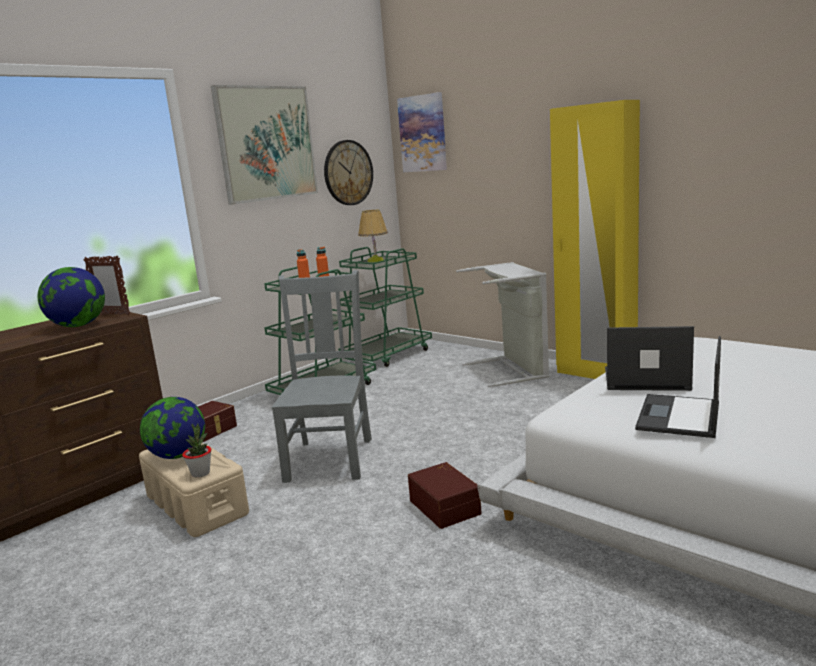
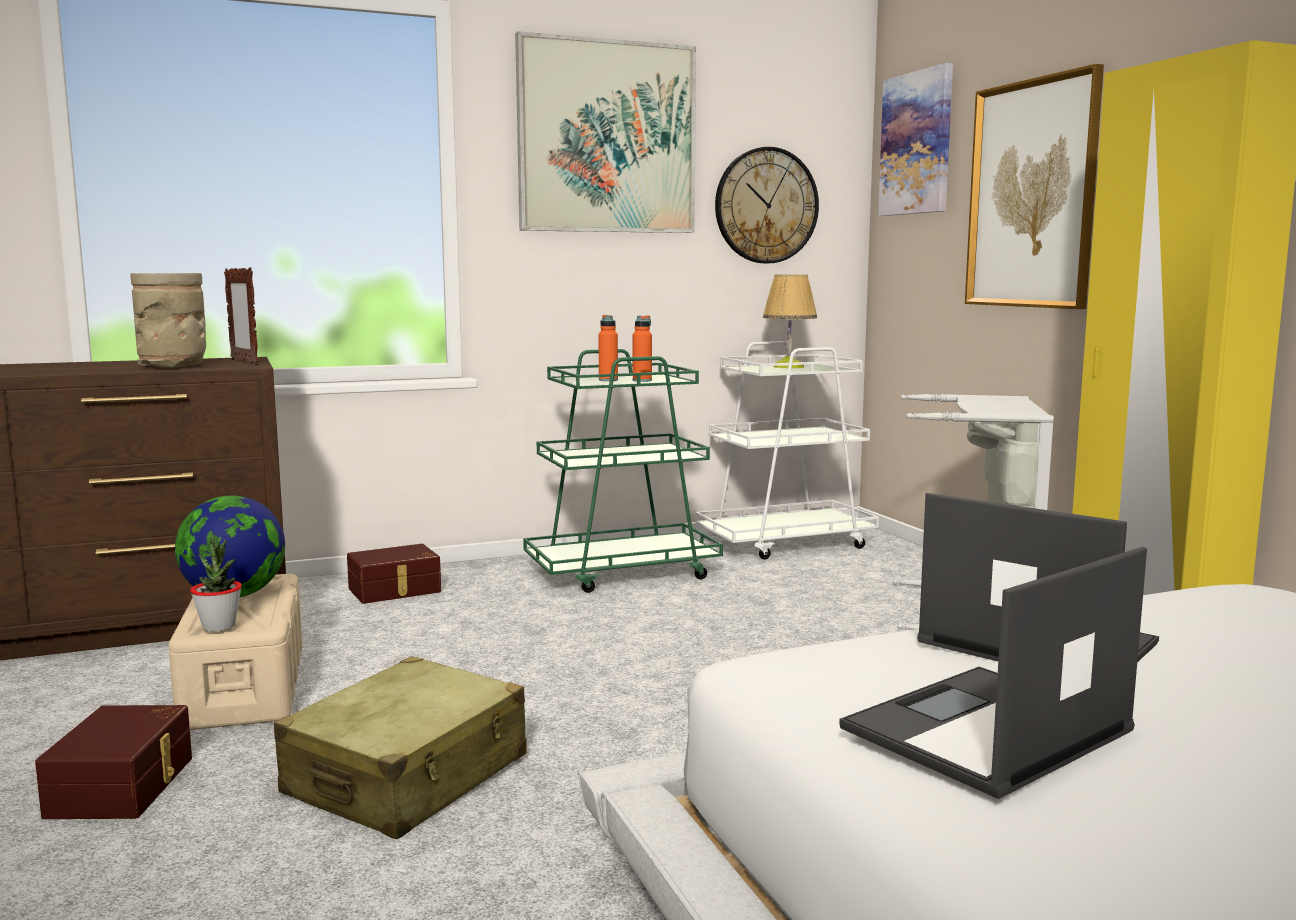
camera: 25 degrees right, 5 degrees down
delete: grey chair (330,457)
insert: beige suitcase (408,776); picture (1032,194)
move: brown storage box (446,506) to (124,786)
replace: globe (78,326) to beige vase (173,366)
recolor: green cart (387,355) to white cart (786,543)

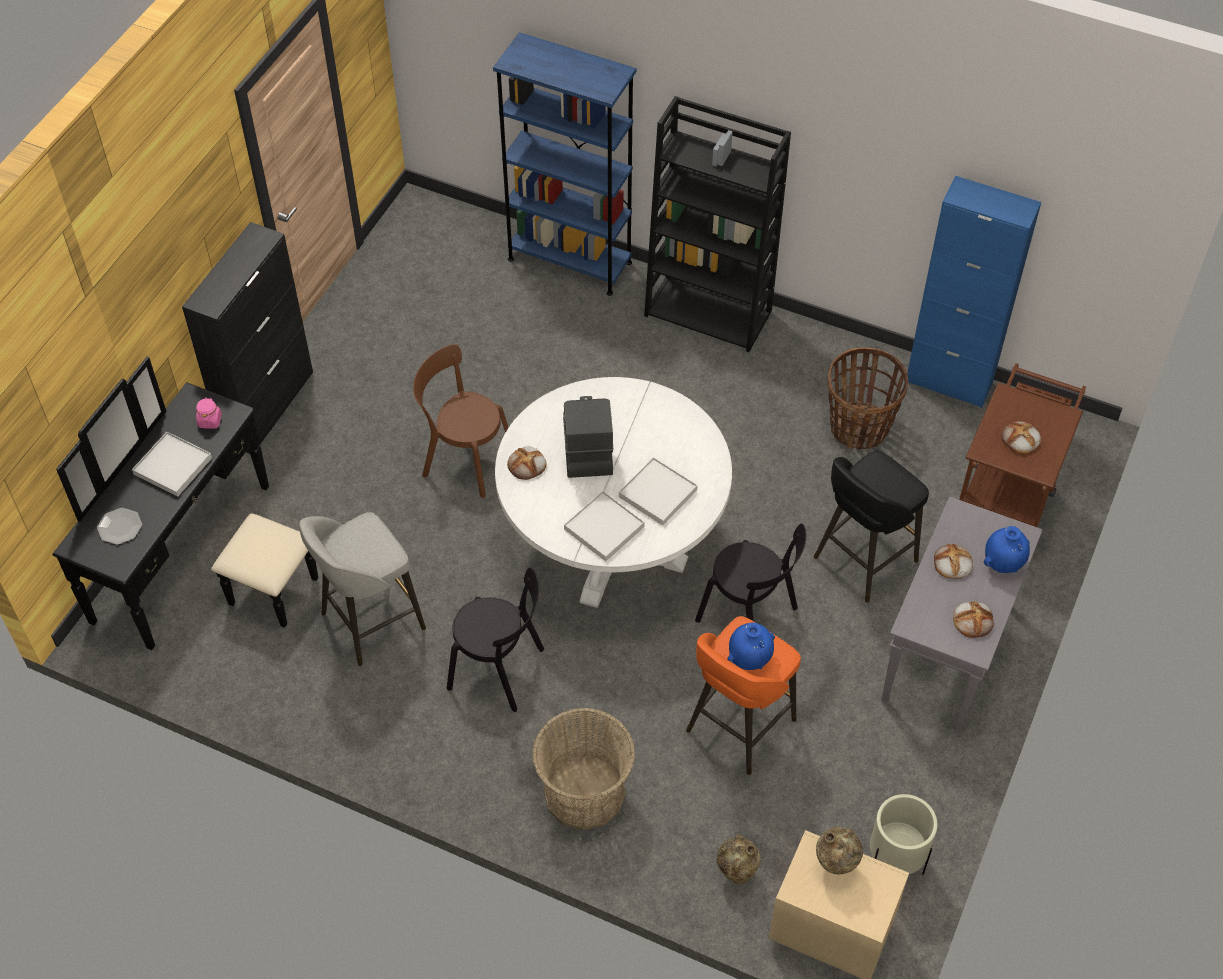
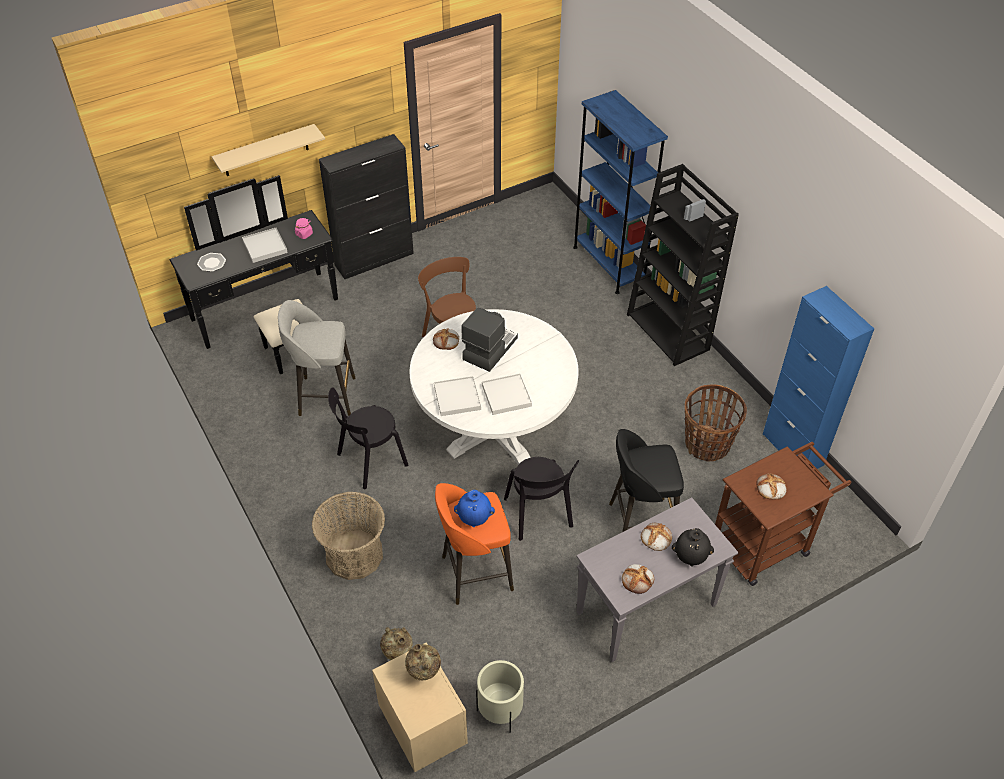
camera: 35 degrees right, 5 degrees down
insert: beige shelf (265,151)
recolor: blue vase (1003,563) to black vase (690,557)
rotate: black chair (500,670) = (369,461) 90 degrees clockwise

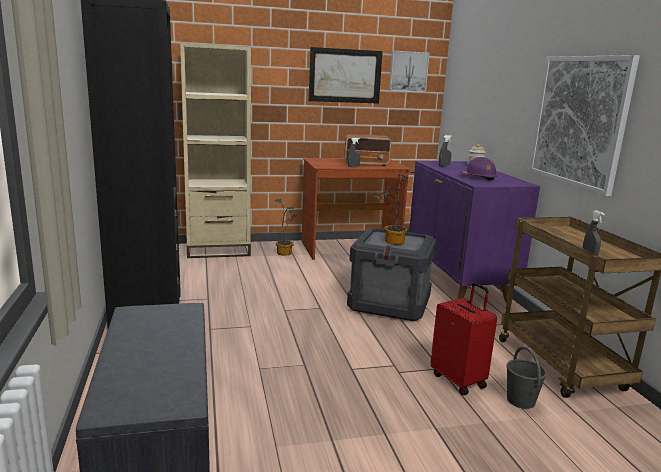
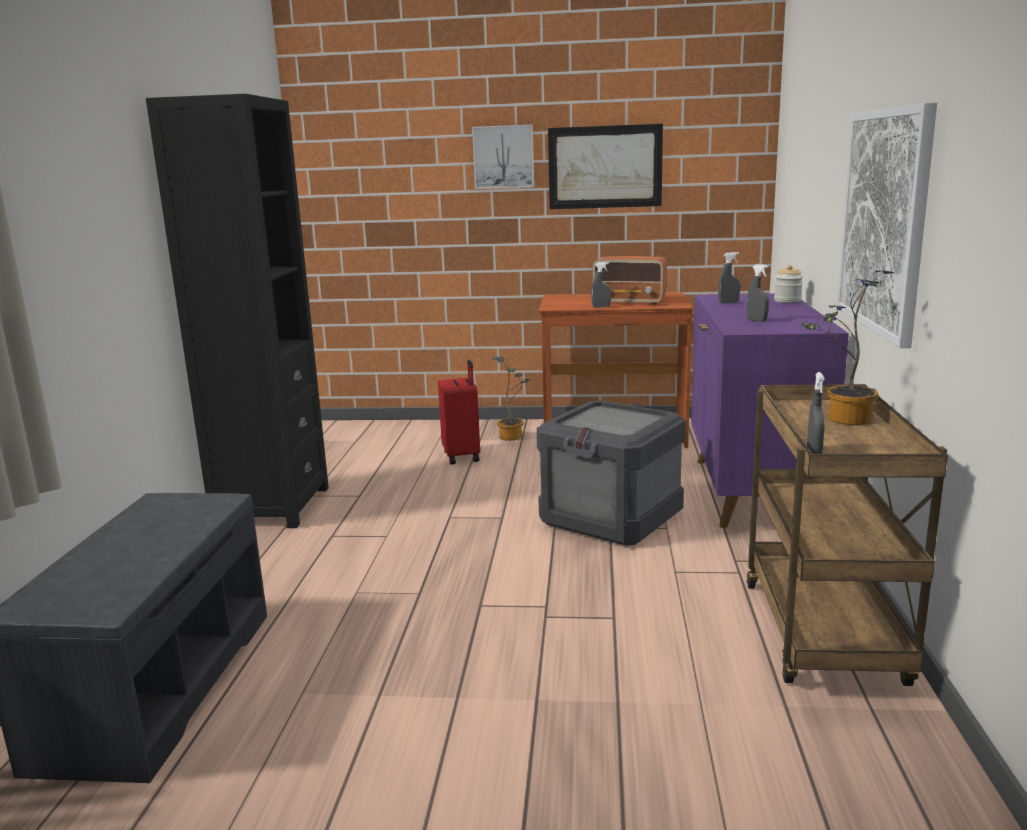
camera: 20 degrees right, 0 degrees up
delete: beige bookcase (218,250); grey bucket (521,401)
move: potted plant (391,242) to (843,419); picture (408,71) to (503,157); red suitcase (459,380) to (462,456)
replace: purple hard hat (478,178) to grey spray bottle (757,320)

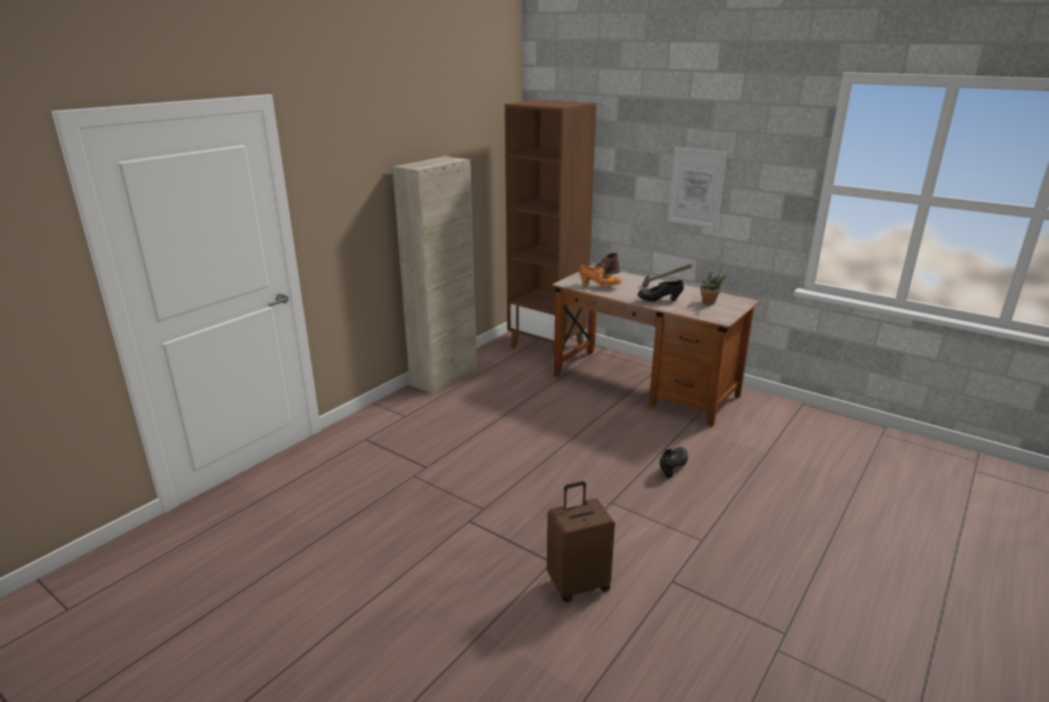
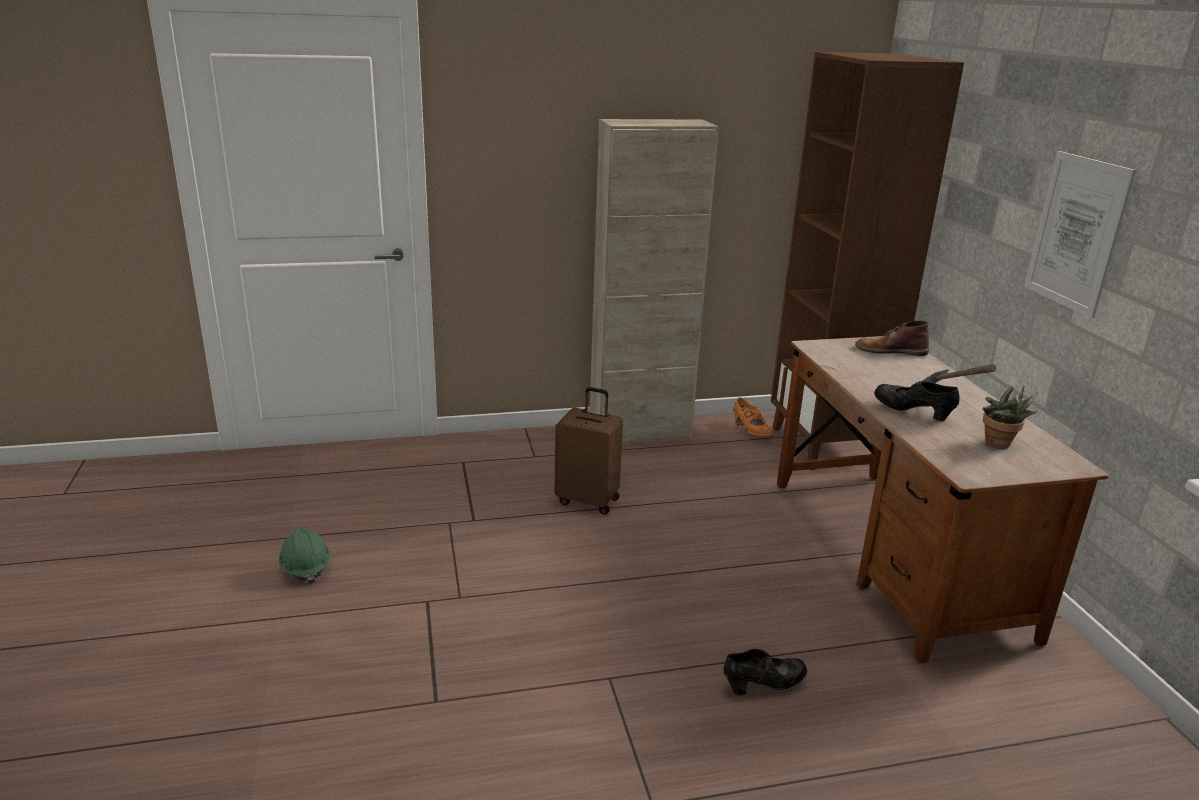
camera: 40 degrees right, 0 degrees up
insert: green hard hat (305,568)
move: brown suitcase (578,584) to (588,500); orange shoe (599,286) to (751,431)

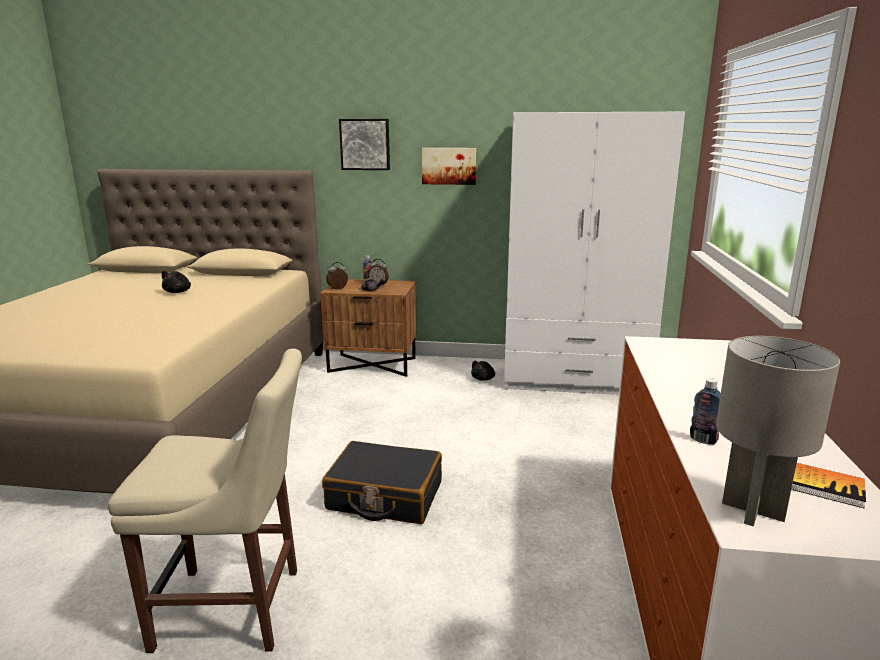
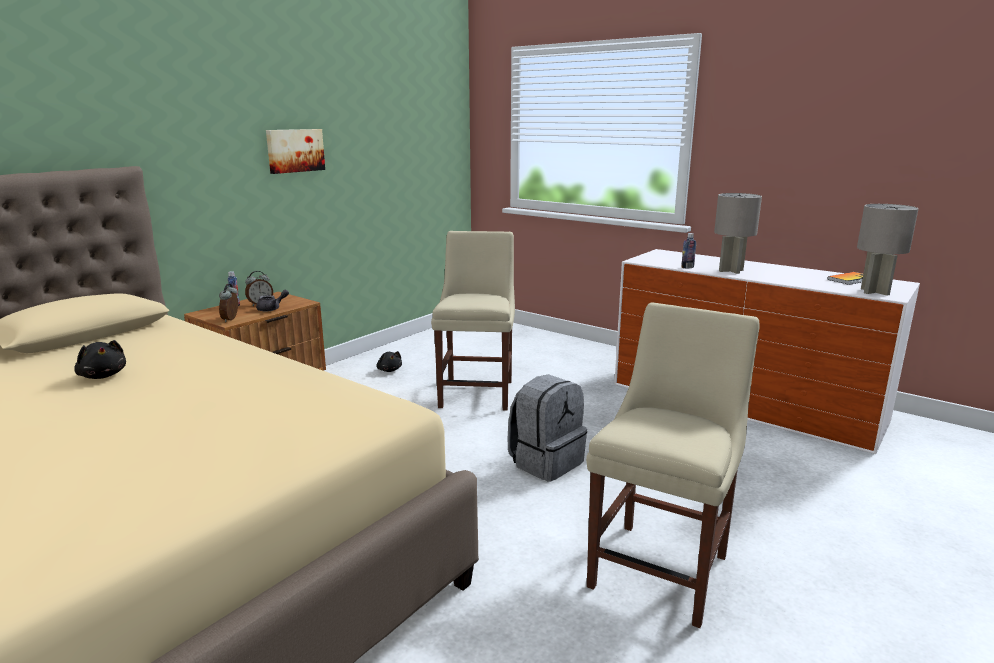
camera: 60 degrees left, 0 degrees up
delete: picture (365,144); white wardrobe (574,378)
insert: beige chair (477,392); grey table lamp (731,270)
move: bottle (703,440) to (687,267)
replace: black suitcase (384,496) to grey backpack (546,462)

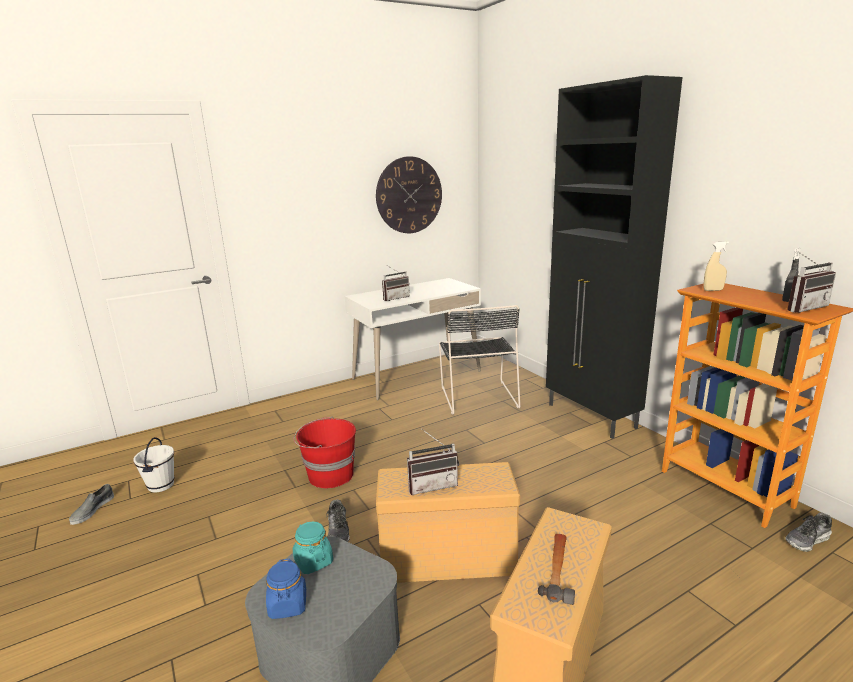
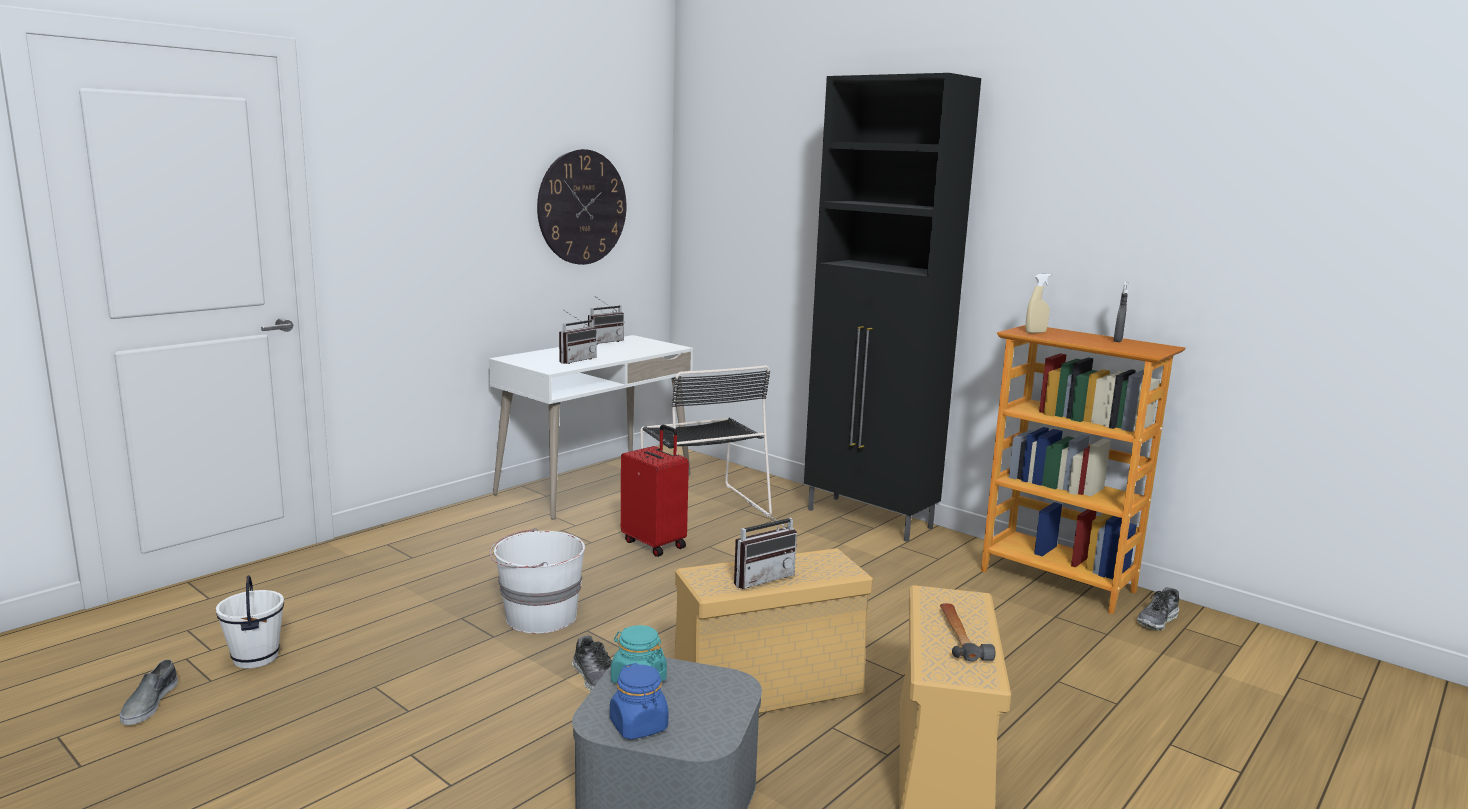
camera: 20 degrees left, 5 degrees down
insert: red suitcase (655,544)
move: radio (802,307) to (603,342)
recolor: red bucket (330,475) to white bucket (539,617)

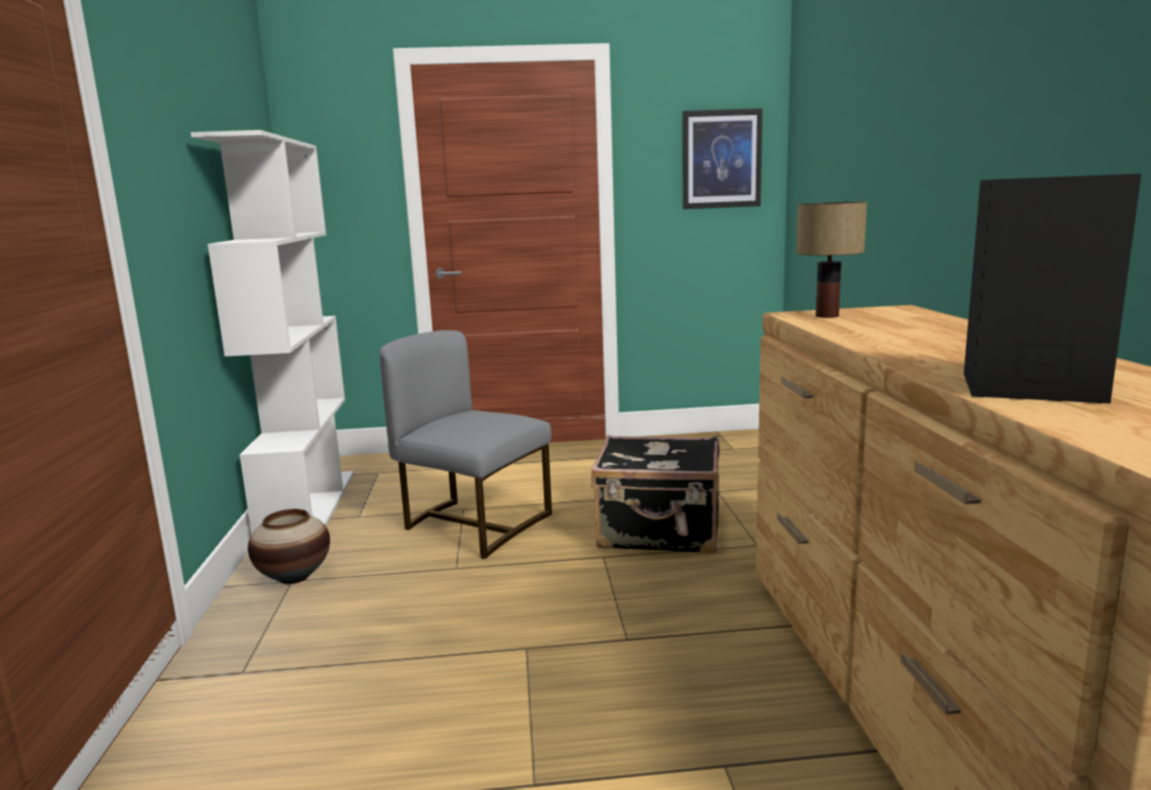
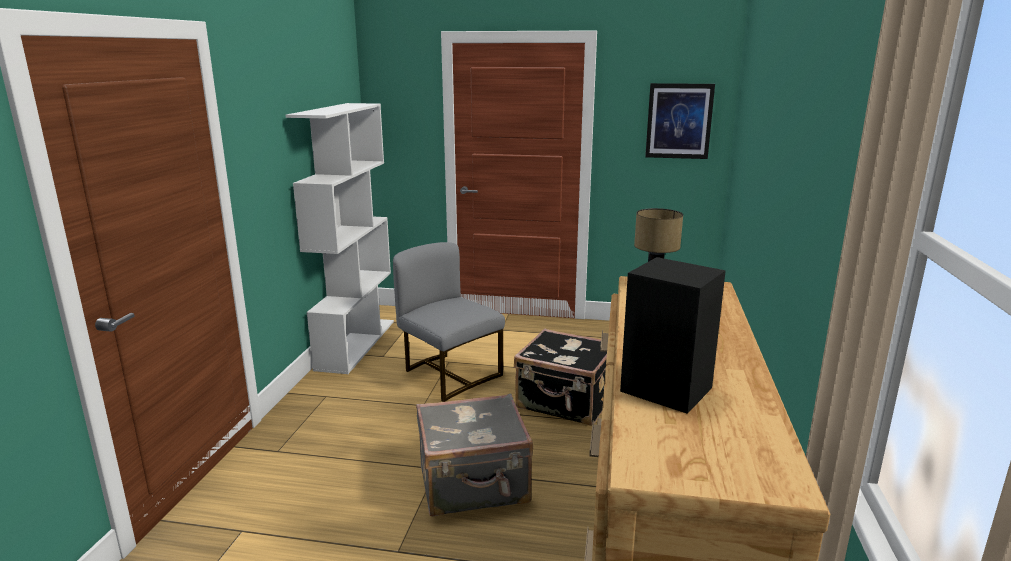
camera: 15 degrees right, 5 degrees up
delete: vase (294,577)
insert: grey suitcase (474,485)

